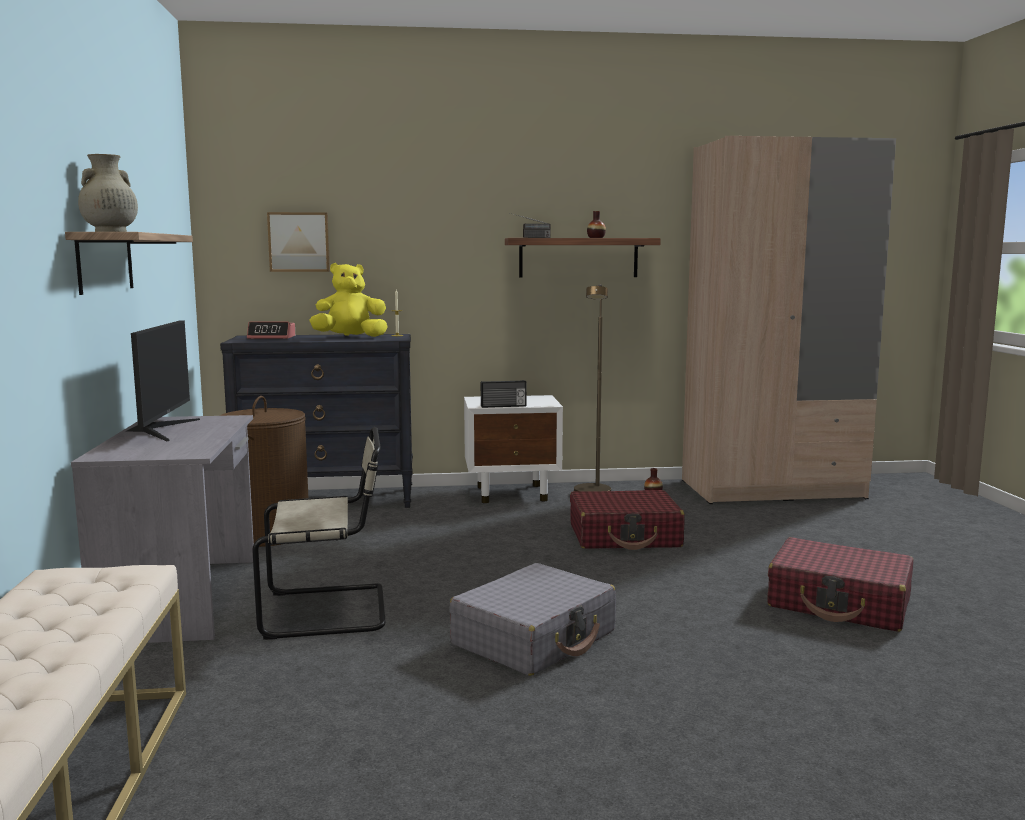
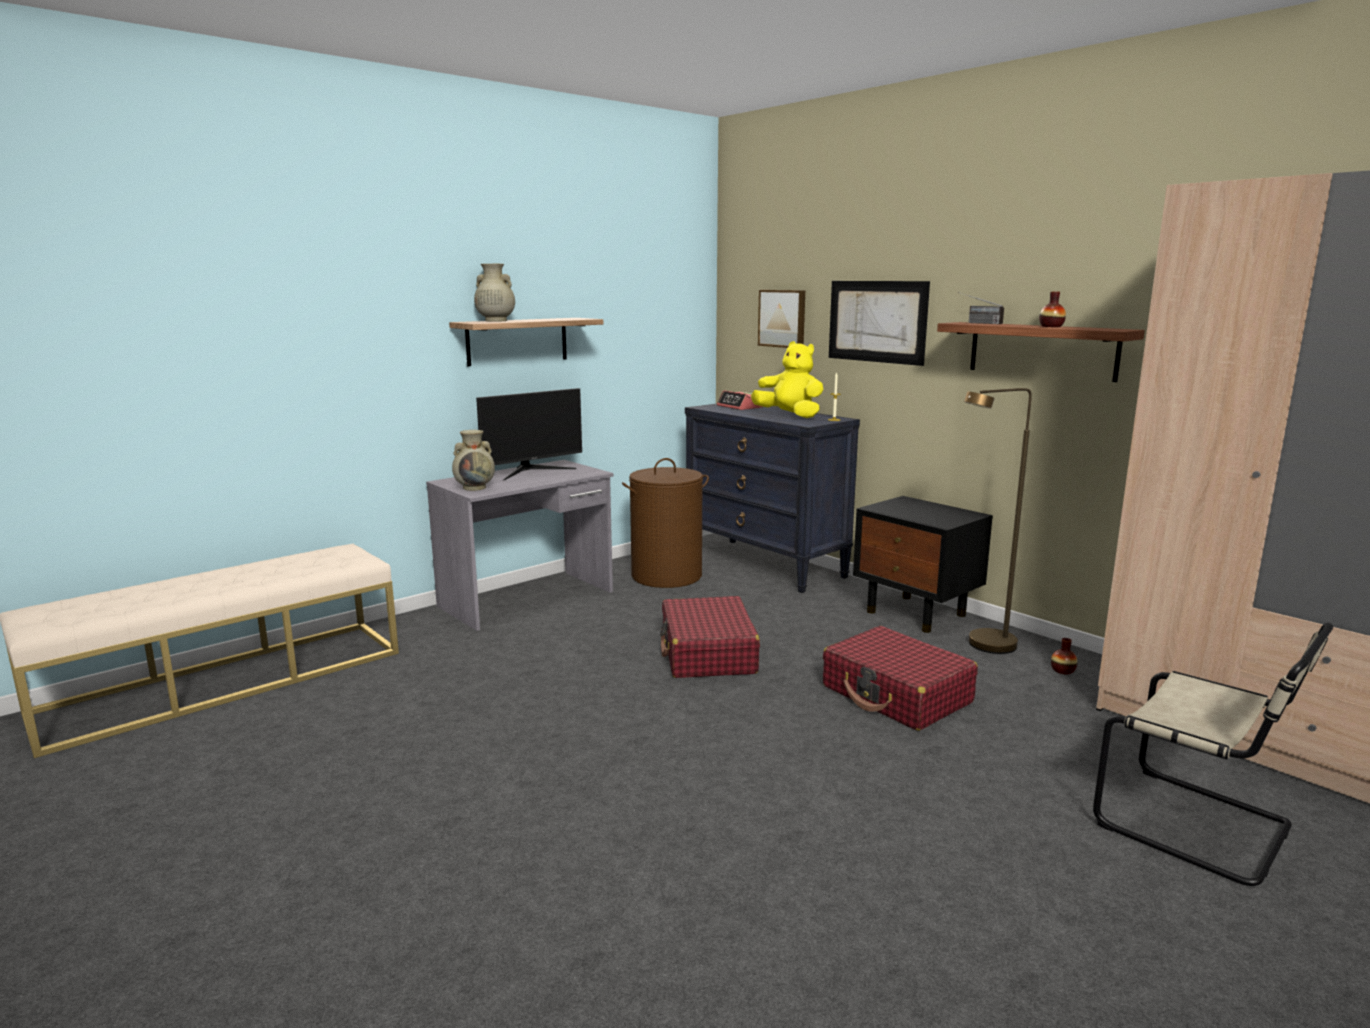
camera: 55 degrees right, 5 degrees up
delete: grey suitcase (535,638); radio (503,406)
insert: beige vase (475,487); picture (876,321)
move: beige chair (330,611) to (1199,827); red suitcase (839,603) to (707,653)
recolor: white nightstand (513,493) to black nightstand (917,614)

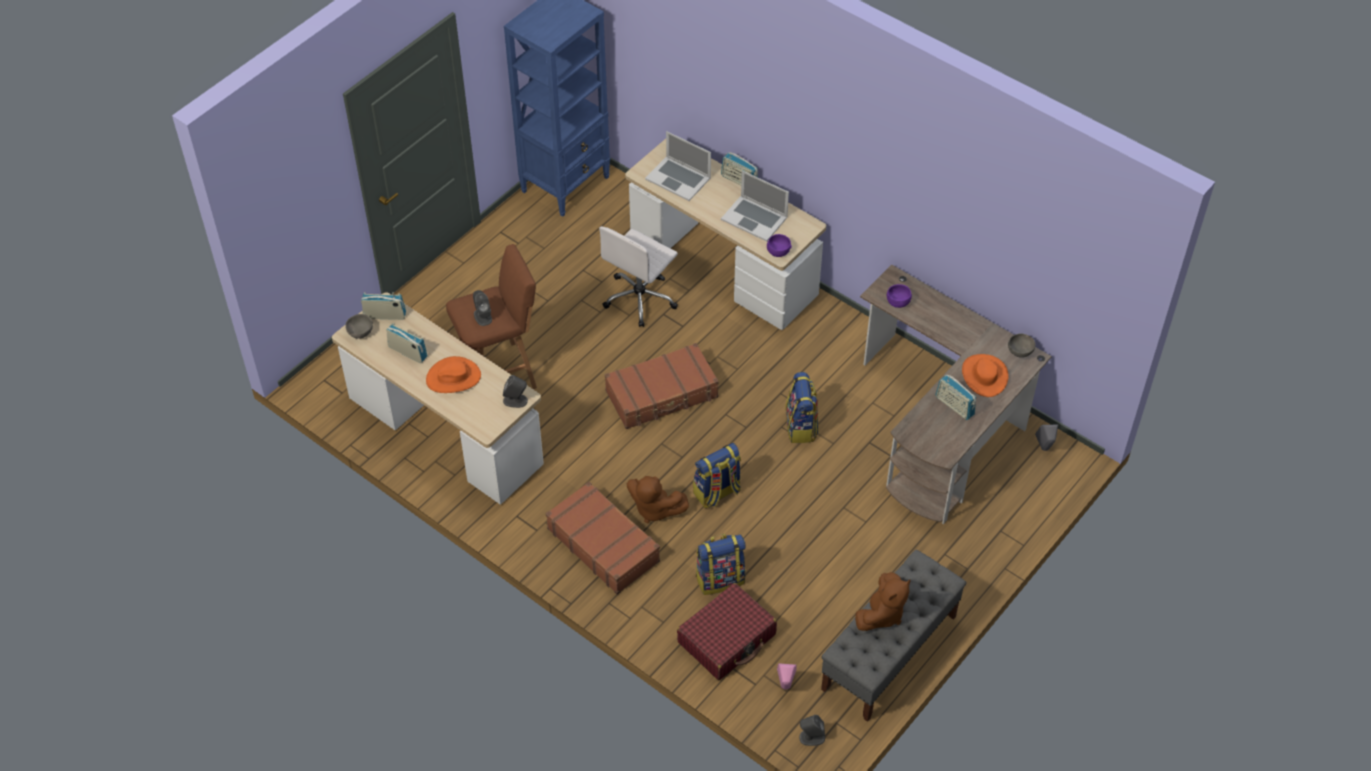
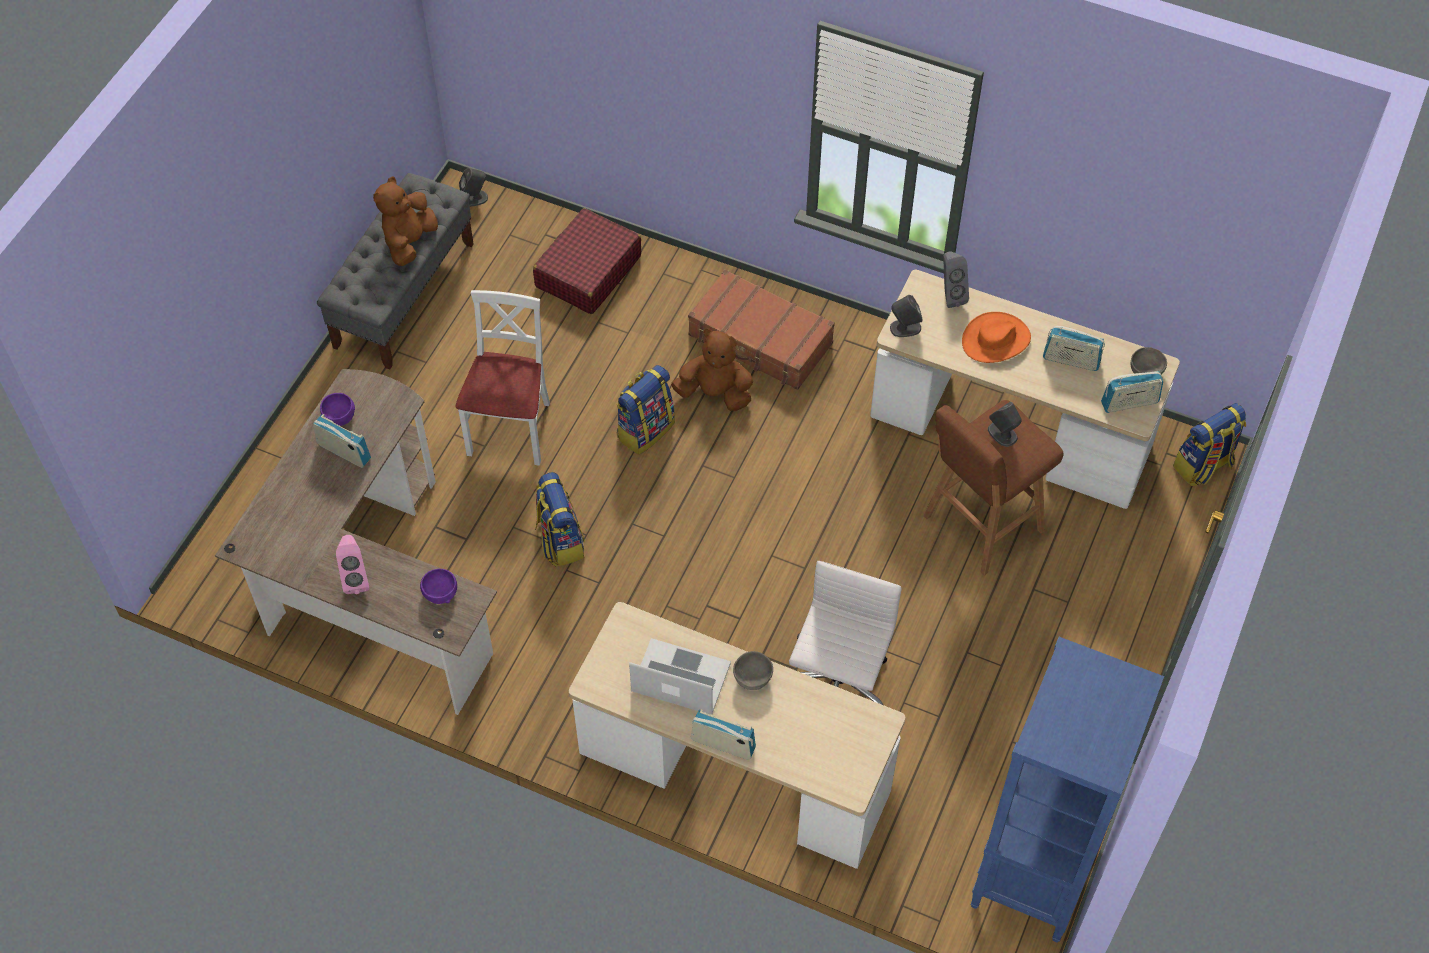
camera: 165 degrees right, 5 degrees up
delete: brown suitcase (662,394); laptop (678,178); orange hat (984,375)
insert: white chair (511,429)
move: backpack (720,578) to (1203,466); purple bowl (778,251) to (339,416); pink speaker (785,687) to (356,579); grey bowl (1020,352) to (752,678); grey speaker (1044,449) to (950,295)

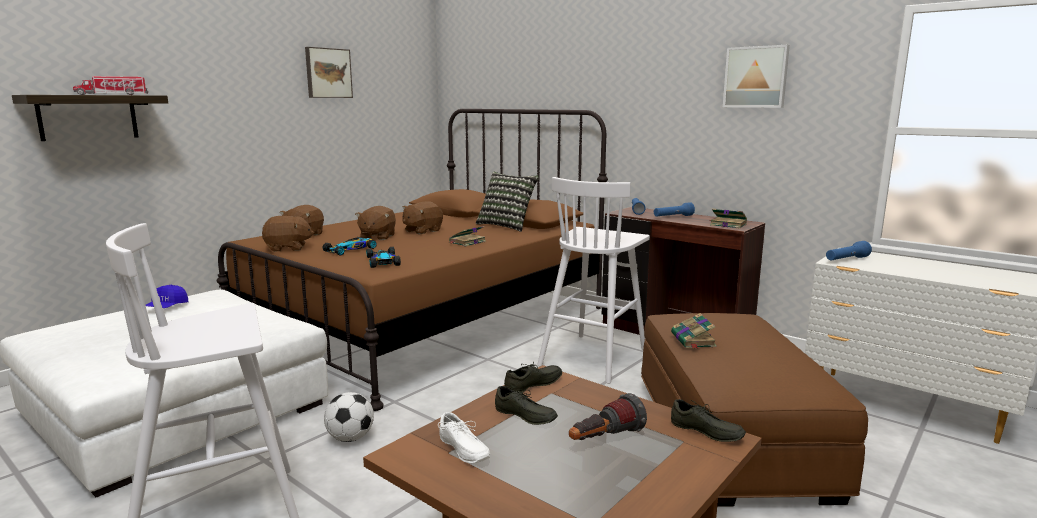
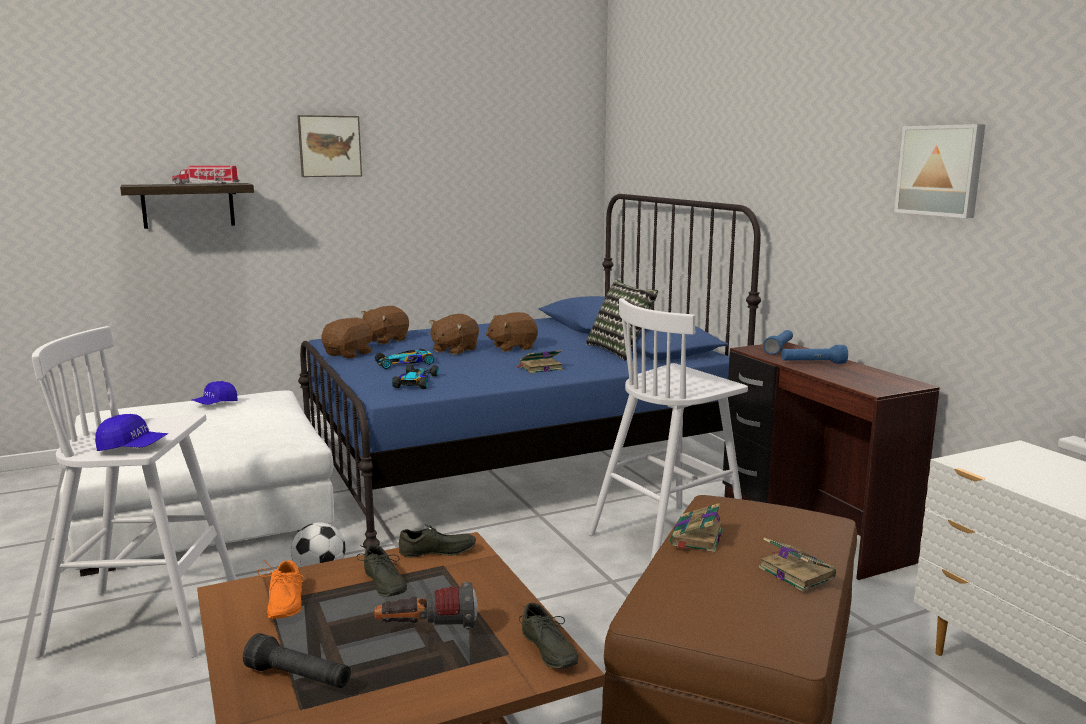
camera: 25 degrees right, 0 degrees up
delete: blue flashlight (846,260)
insert: blue cap (133,448); black flashlight (299,678)
move: picture (328,73) to (329,146); book (727,224) to (795,572)
recolor: brown bed (426,321) to blue bed (515,457); white shoe (461,450) to orange shoe (282,603)
rotate: brown plush toy (288,248) = (349,354) 75 degrees counterclockwise

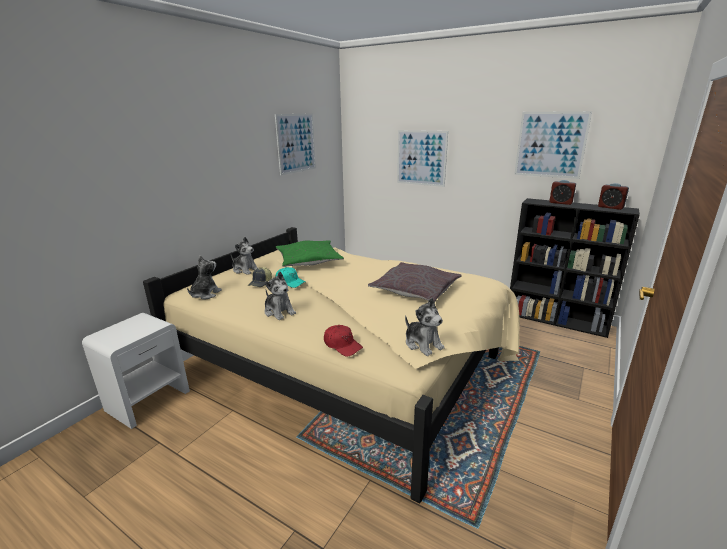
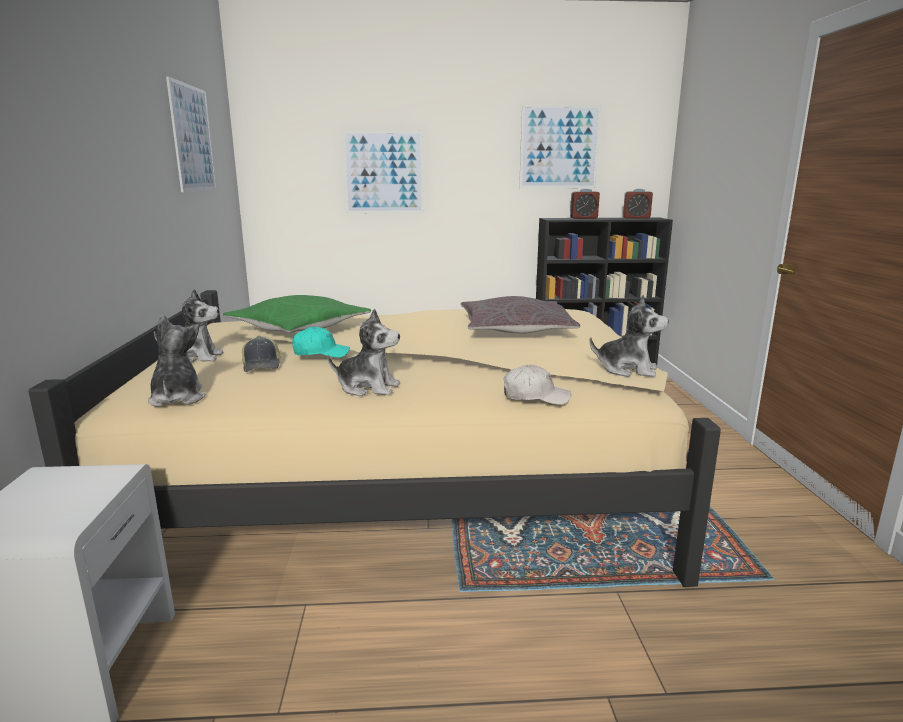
camera: 35 degrees left, 5 degrees down
recolor: red cap (342,345) to white cap (535,397)

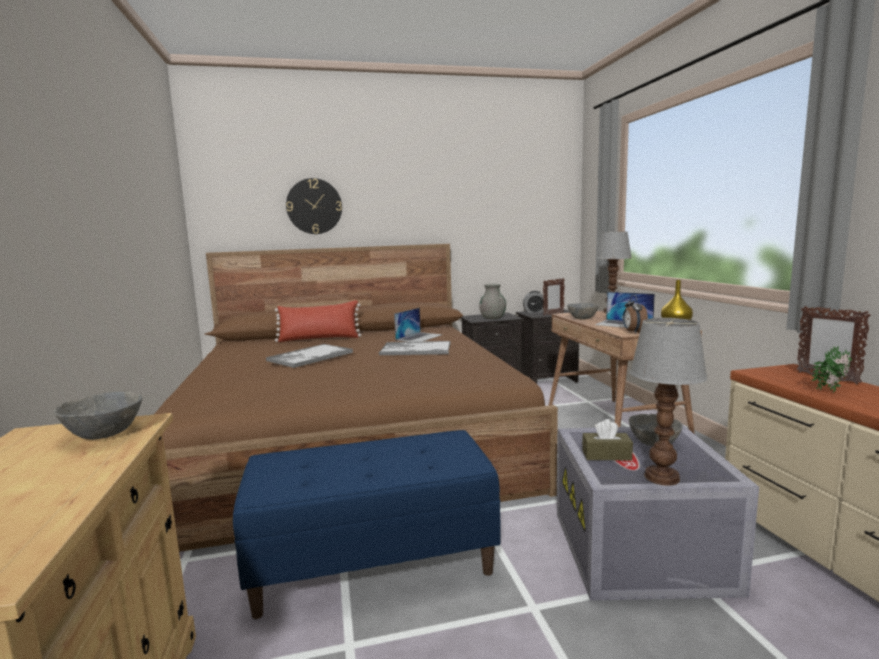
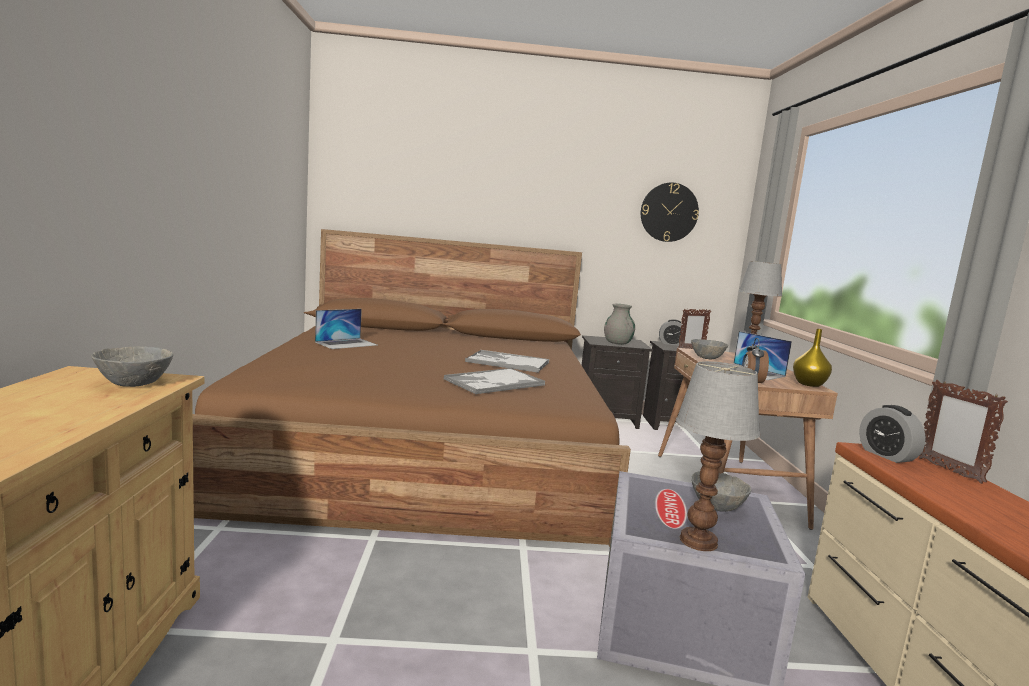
camera: 10 degrees right, 0 degrees up
delete: blue bench (374,563); red pillow (319,339); brown tissue box (606,455); potted plant (833,391)
insert: alarm clock (886,455)
move: tray (309,357) to (493,382); wall clock (314,206) to (669,212); laptop (419,337) to (346,343)

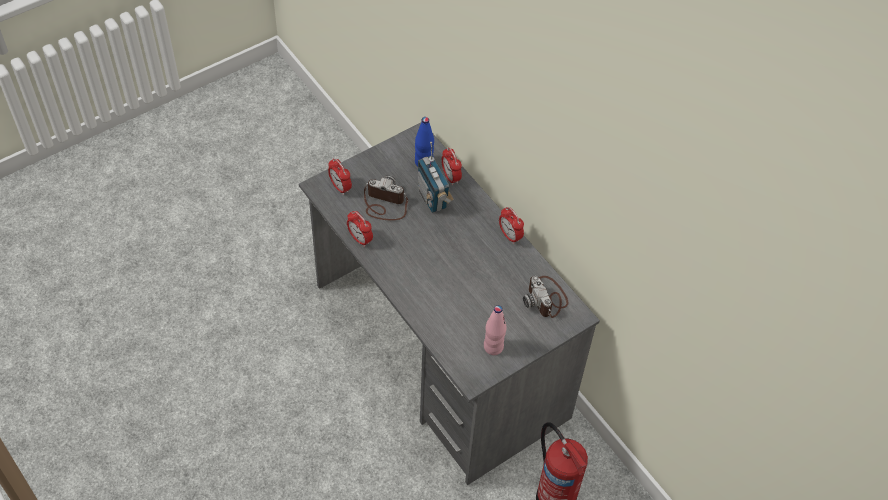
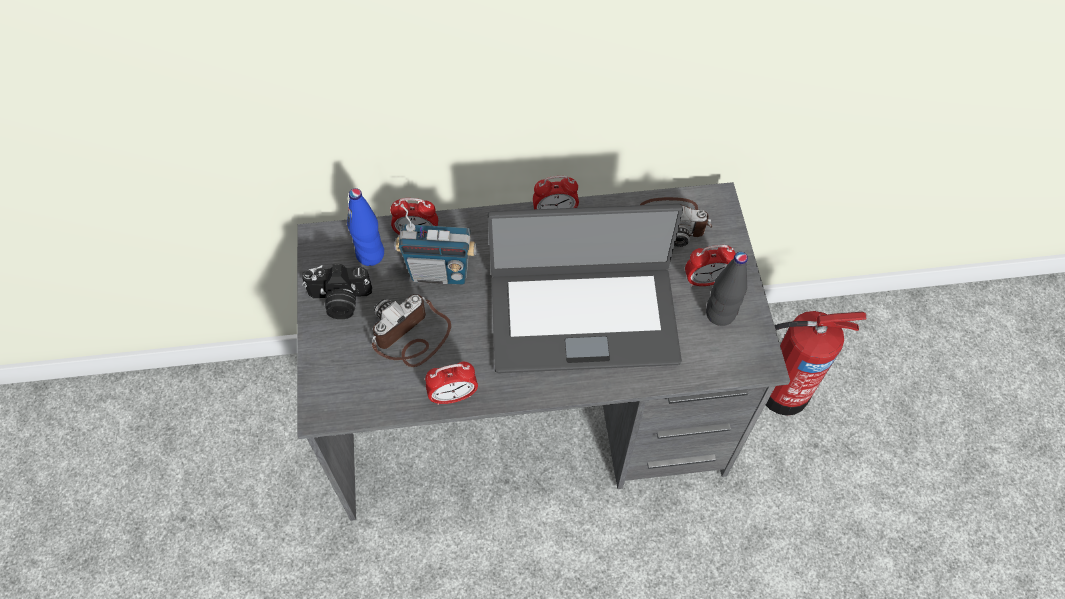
camera: 60 degrees left, 5 degrees up
insert: photo camera (340,301); laptop (583,316)
move: alarm clock (340,187) to (705,280)
recolor: pink bottle (493,347) to black bottle (720,314)

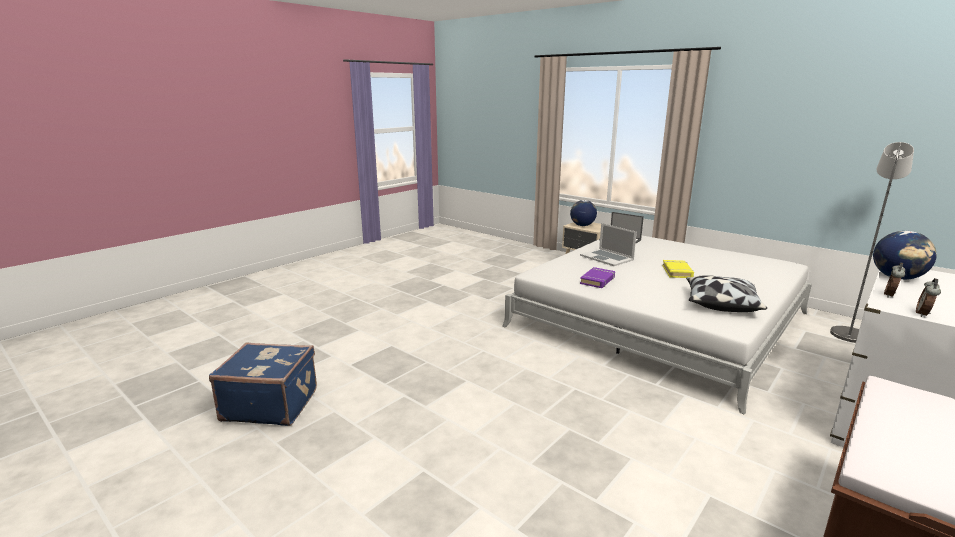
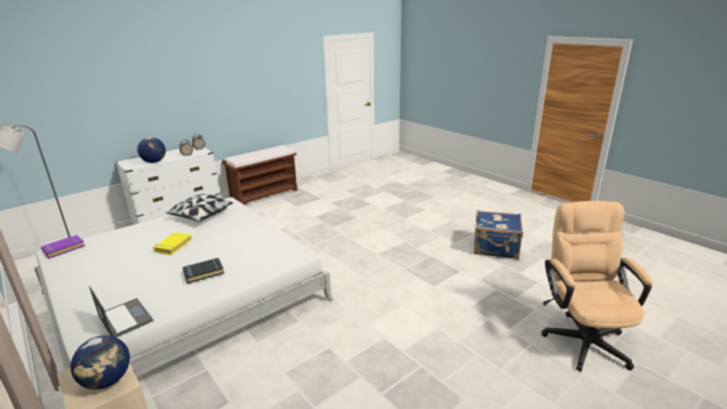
camera: 170 degrees left, 5 degrees up
insert: beige office chair (582,336)
move: purple book (597,280) to (64,248)
replace: laptop (607,257) to black book (203,273)

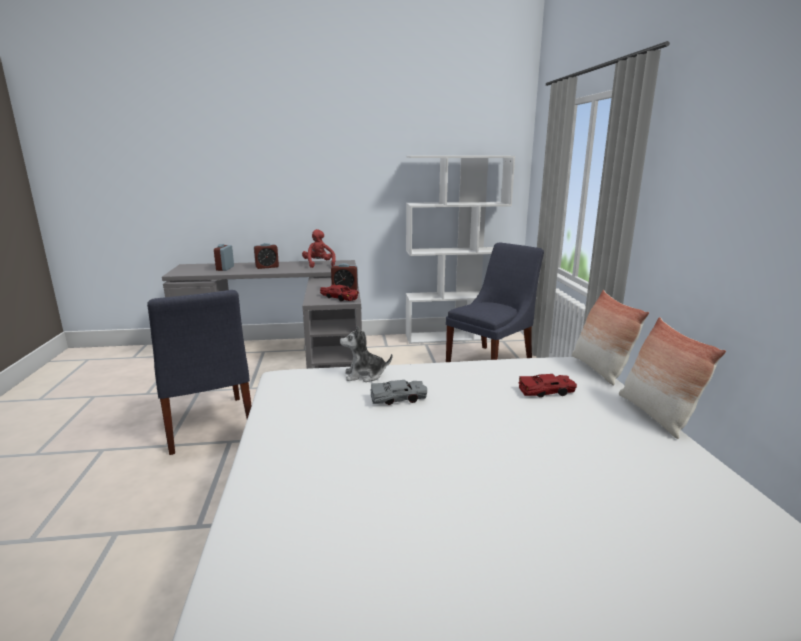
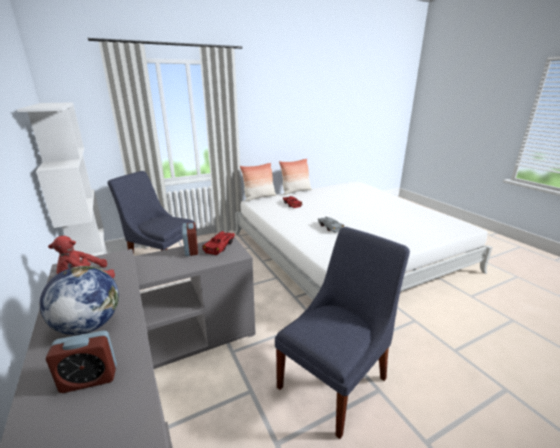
camera: 110 degrees left, 5 degrees up
delete: plush toy (364,375)
replace: alarm clock (267,267) to globe (88,325)

